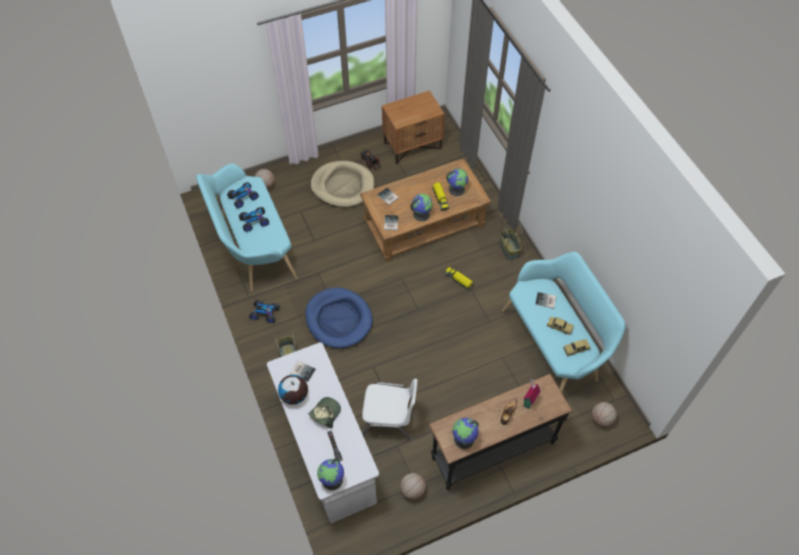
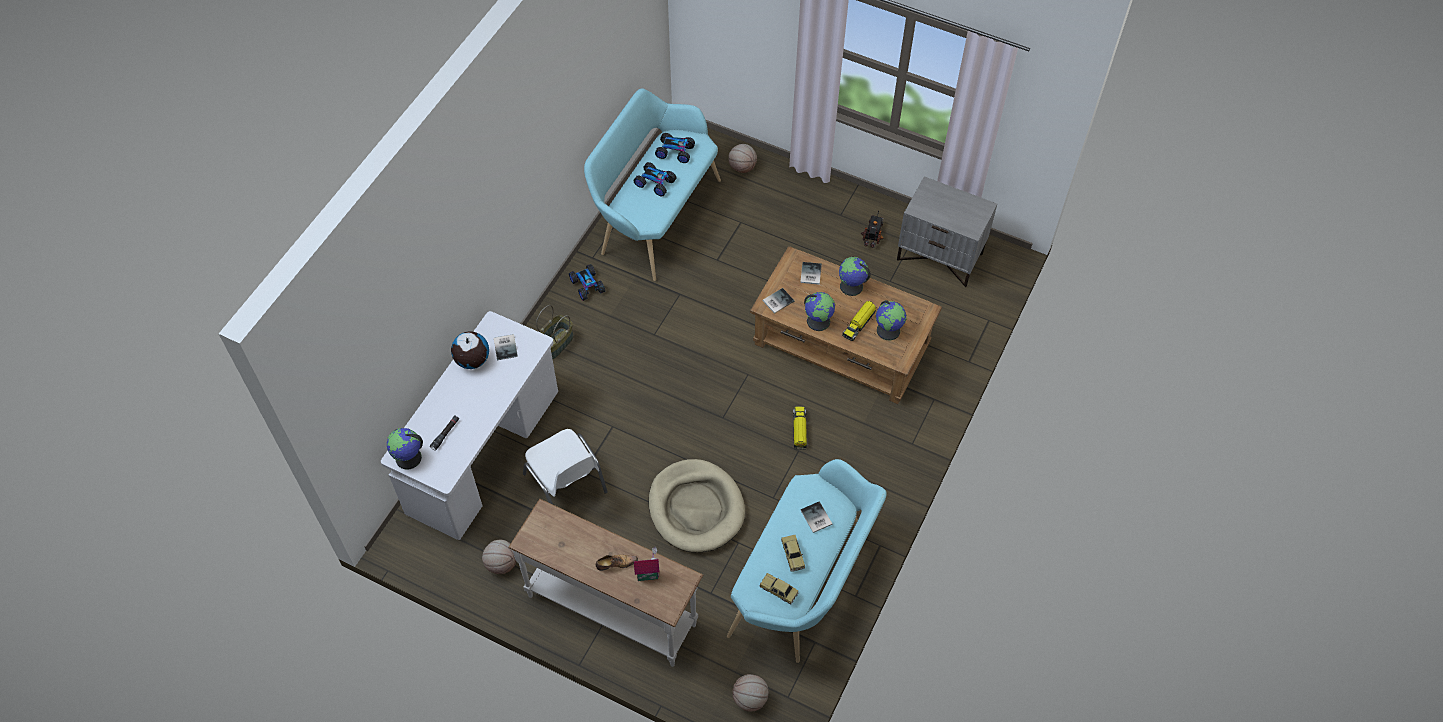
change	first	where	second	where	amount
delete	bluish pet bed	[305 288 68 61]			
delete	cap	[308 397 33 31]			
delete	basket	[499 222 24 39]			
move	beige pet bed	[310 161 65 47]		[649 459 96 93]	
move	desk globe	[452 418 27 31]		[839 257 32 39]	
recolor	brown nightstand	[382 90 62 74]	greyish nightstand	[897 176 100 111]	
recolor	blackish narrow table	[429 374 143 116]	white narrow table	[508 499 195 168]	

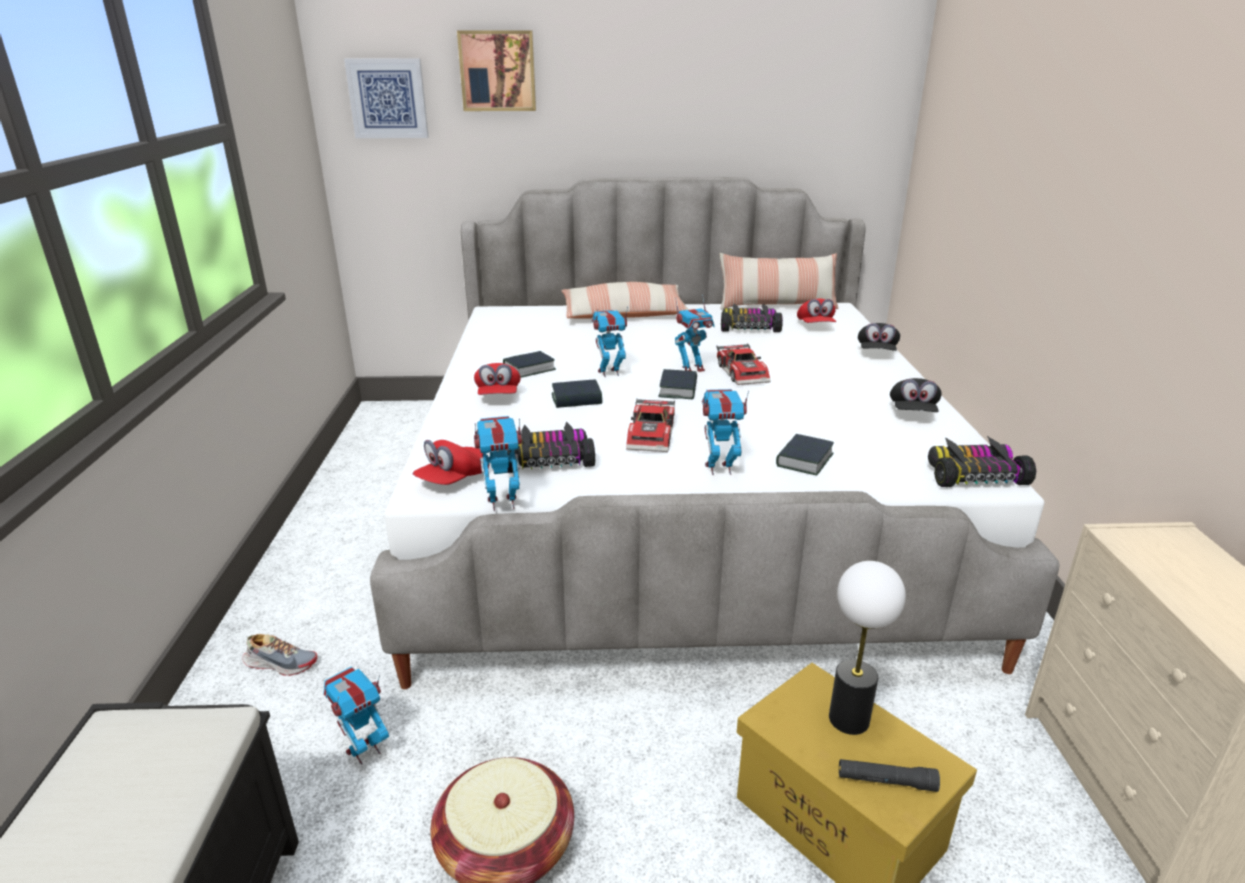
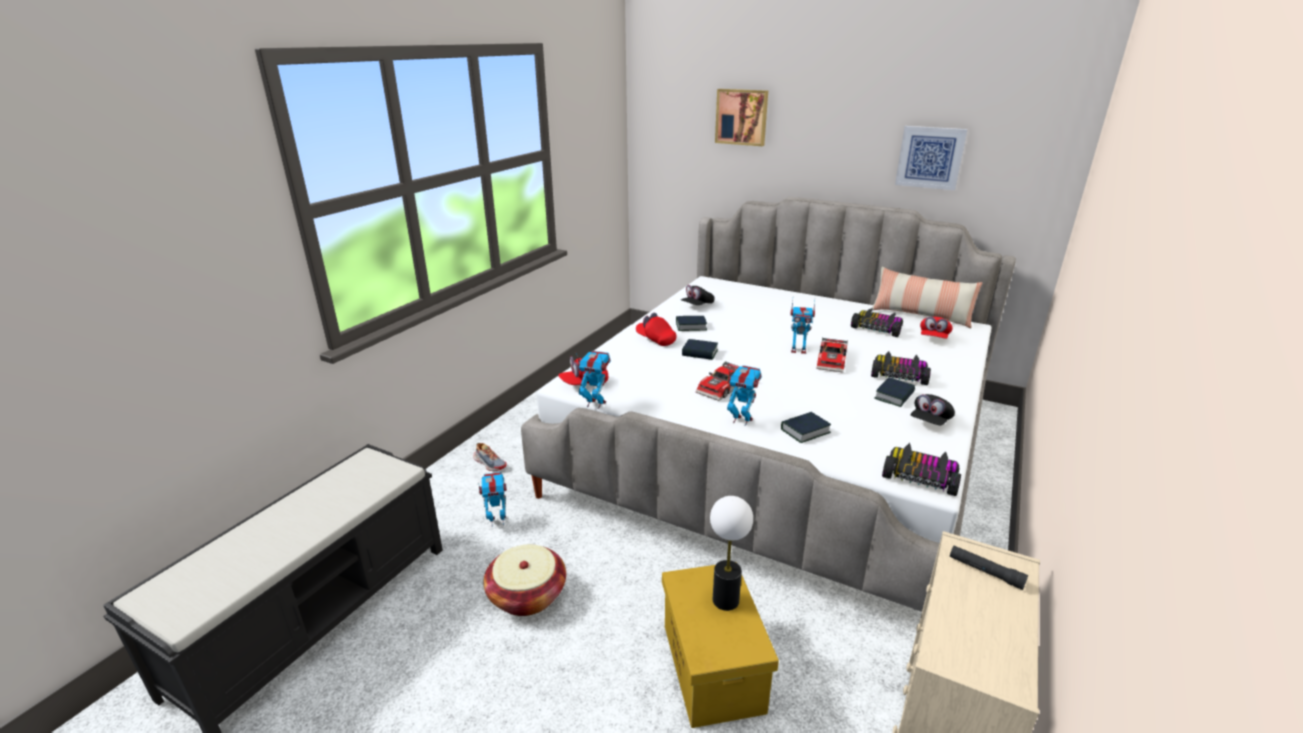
change	first	where	second	where	amount
delete	pillow	[561 282 128 37]			
delete	toy robot	[592 306 36 71]			
move	wall art	[344 58 85 80]		[895 126 72 64]	
move	miniature car	[507 421 88 52]		[871 351 60 34]	
move	volume	[658 369 39 30]		[874 377 41 30]	
move	blackish hand torch	[839 759 101 33]		[950 546 78 44]	
move	blackish cap	[858 323 42 28]		[681 285 34 20]	
rotate	reddish cap	[474 363 47 32]		[636 313 40 33]	105 degrees clockwise

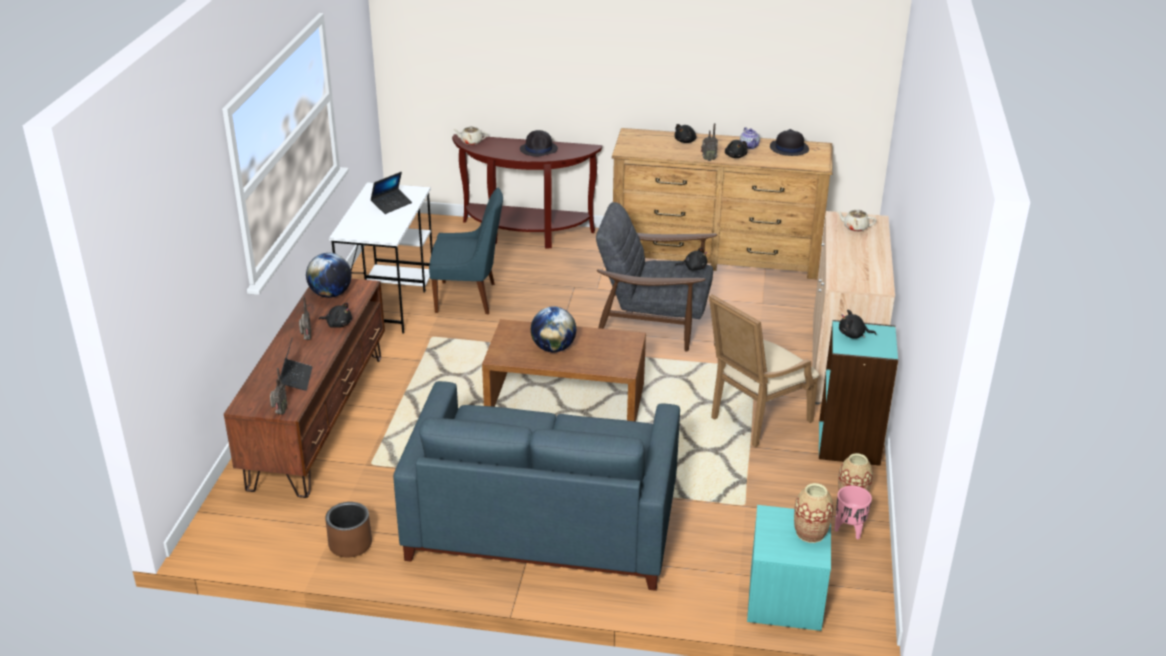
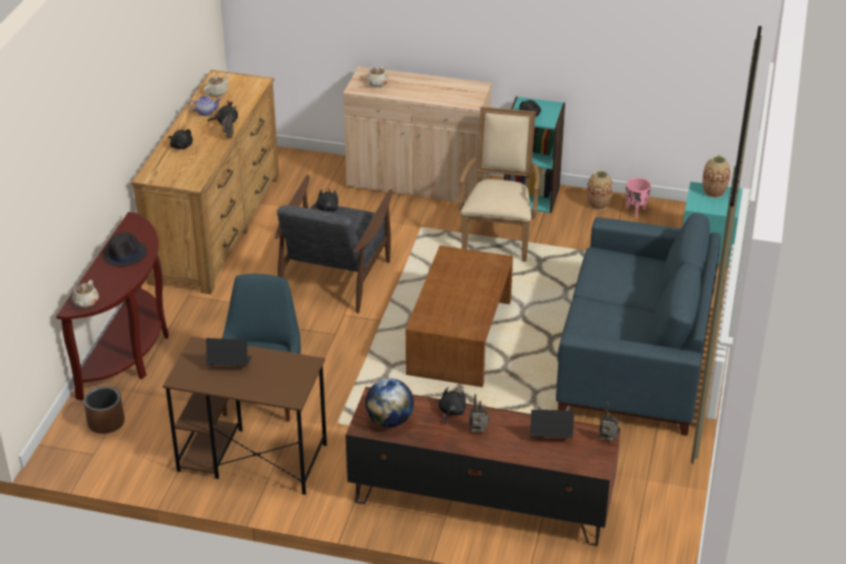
change	first	where	second	where	amount
delete	desk globe	[531 307 45 45]			
move	brown planter	[325 502 47 56]		[84 386 41 48]	
replace	blackish clothing hat	[770 129 39 27]	beige teapot	[203 73 27 24]	
recolor	white desk unit	[329 182 104 152]	brown desk unit	[163 336 164 159]	
rotate	notebook computer	[370 172 42 42]		[206 338 46 28]	45 degrees counterclockwise
rotate	beige armchair	[709 294 110 154]		[458 107 81 155]	135 degrees counterclockwise

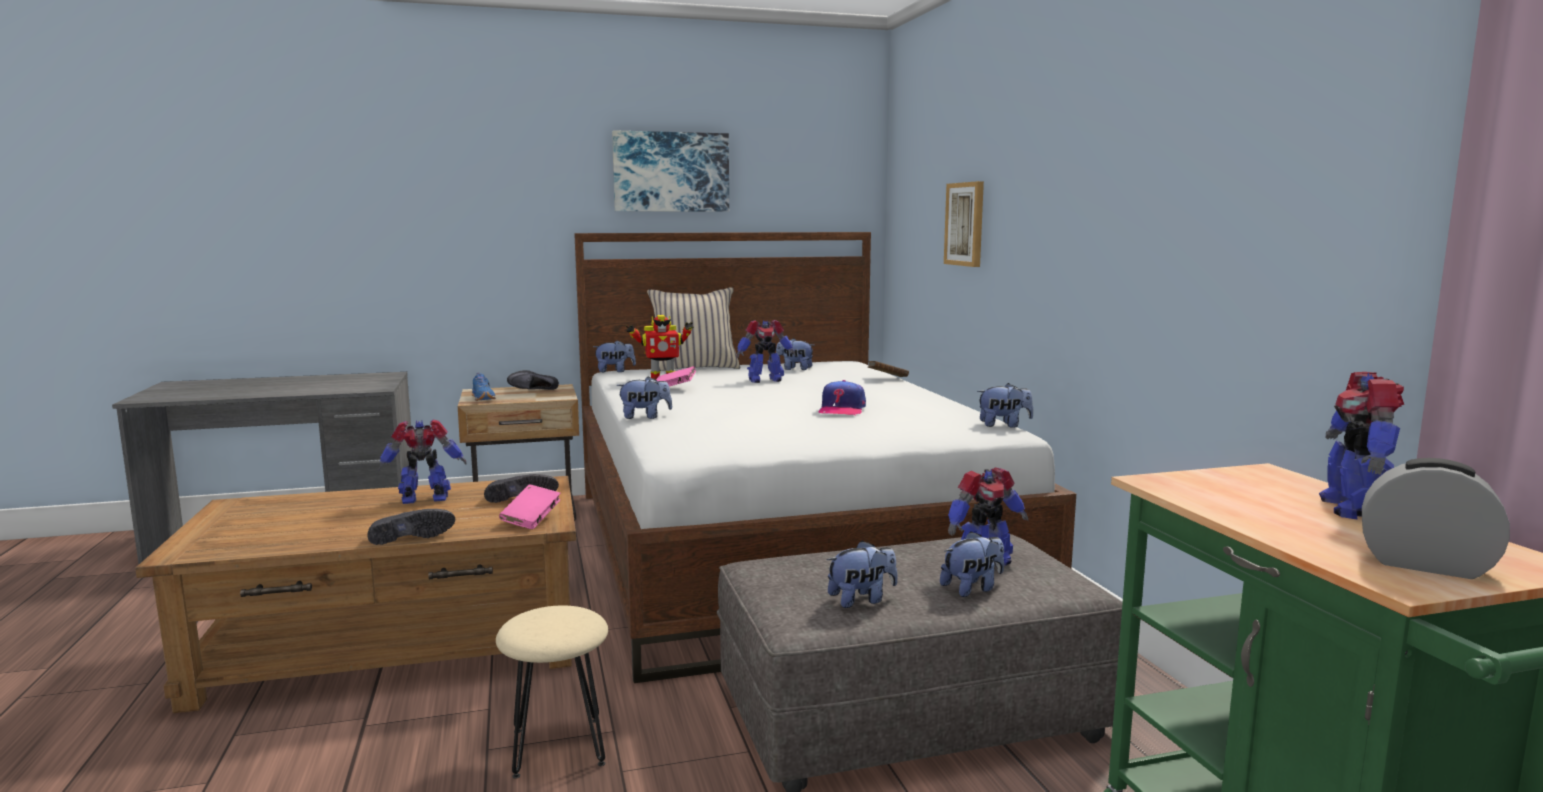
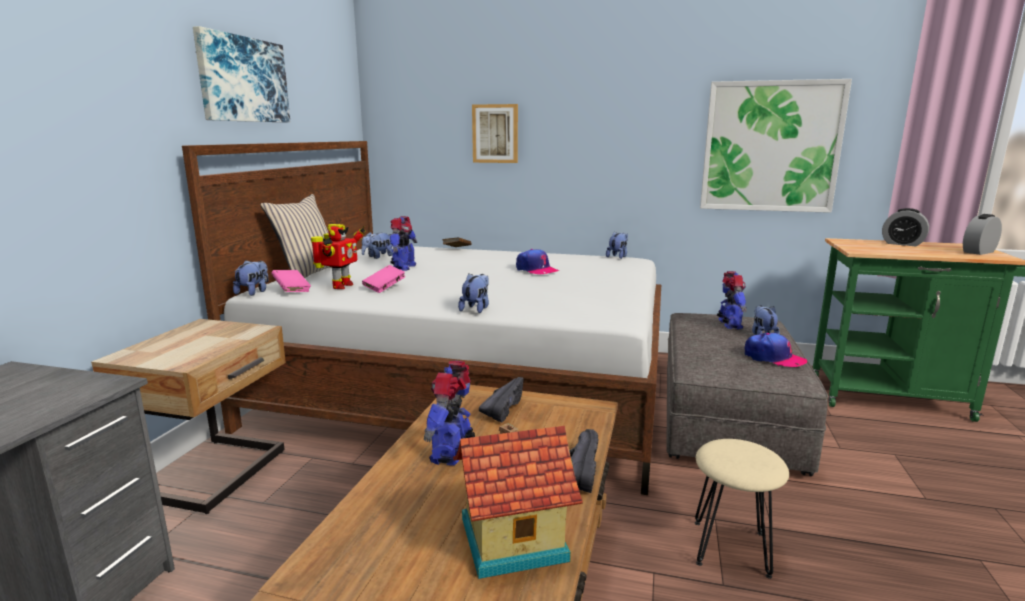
change	first	where	second	where	amount
delete	bluish shoe	[472 373 24 28]			
delete	blackish shoe	[507 370 52 20]			
insert			miniature house	[453 423 130 156]	
insert			wall art	[700 79 152 134]	
move	pink volume	[499 484 61 45]		[271 270 40 22]	
replace	cuddly toy	[827 540 70 68]	cap	[745 333 62 34]	
replace	toy robot	[1319 372 85 148]	alarm clock	[882 208 47 38]	

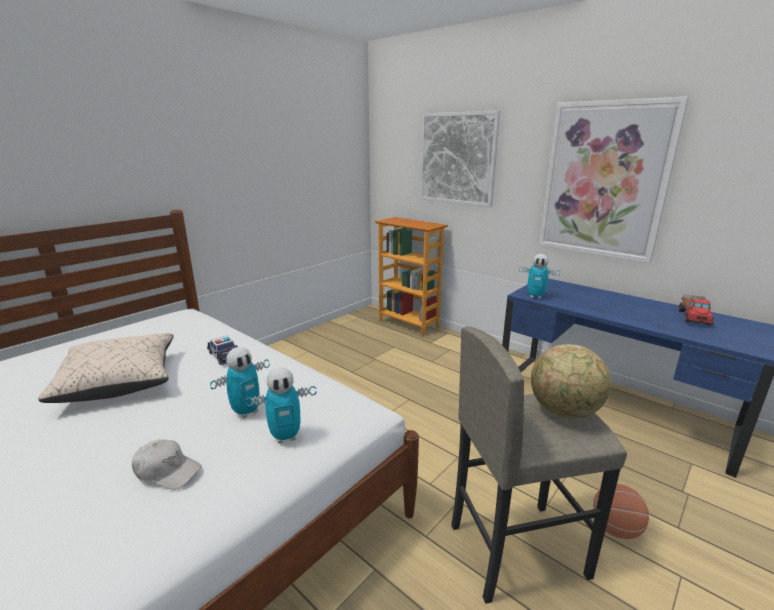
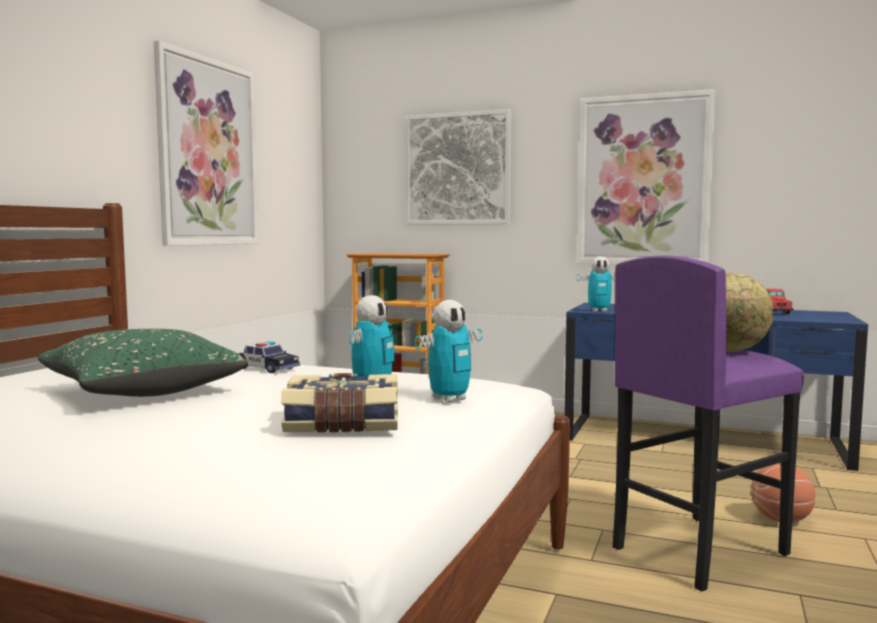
change	first	where	second	where	amount
insert			wall art	[154 41 104 205]	
replace	white cap	[132 439 70 51]	volume	[281 373 117 60]	
recolor	beige pillow	[38 333 136 70]	greenish pillow	[38 329 209 68]	
recolor	greyish stool	[451 326 176 278]	purplish stool	[612 255 192 337]	

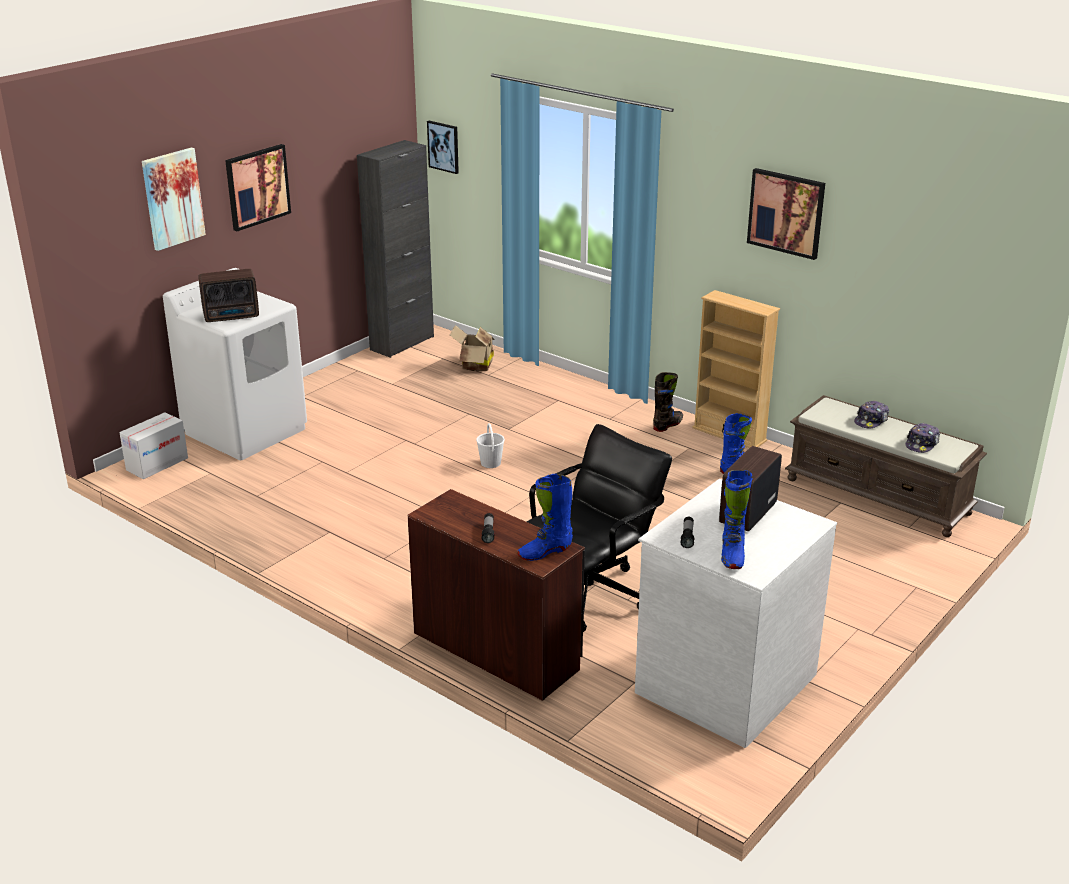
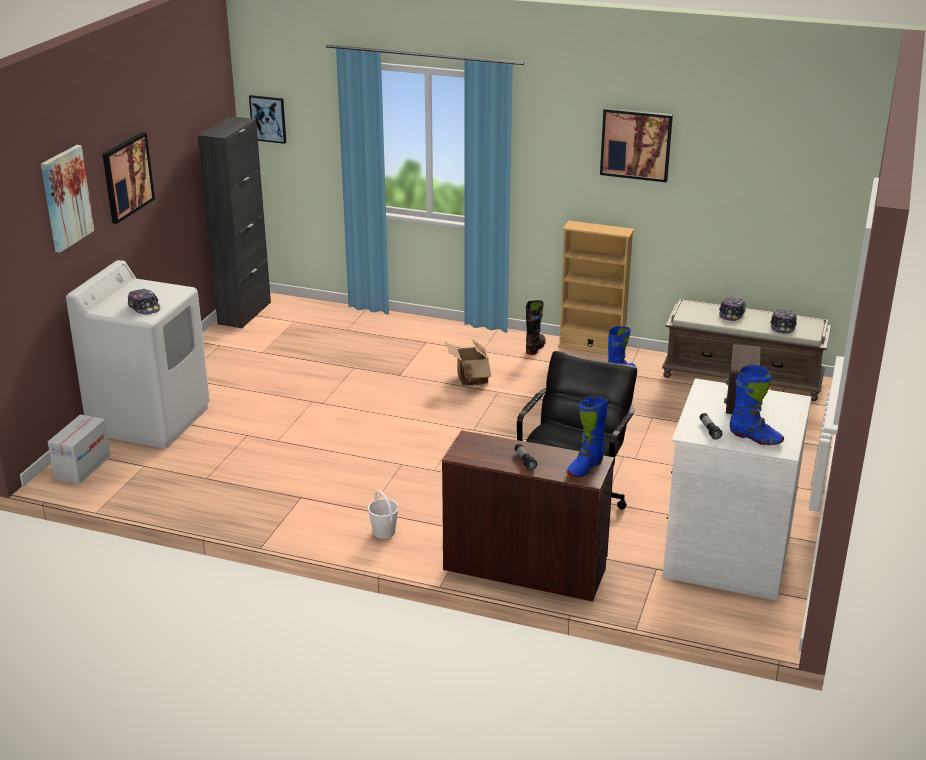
change	first	where	second	where	amount
move	cardboard box	[450 325 45 46]		[445 339 46 47]	
move	white bucket	[476 423 29 45]		[368 490 31 49]	
replace	radio	[199 269 60 53]	cap	[128 289 32 26]	
rotate	bluish high-top boot	[721 470 32 99]		[730 365 54 80]	45 degrees counterclockwise

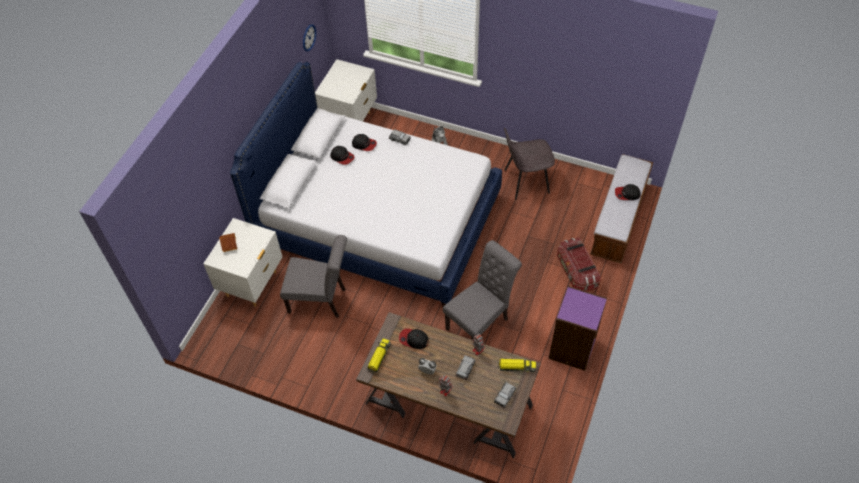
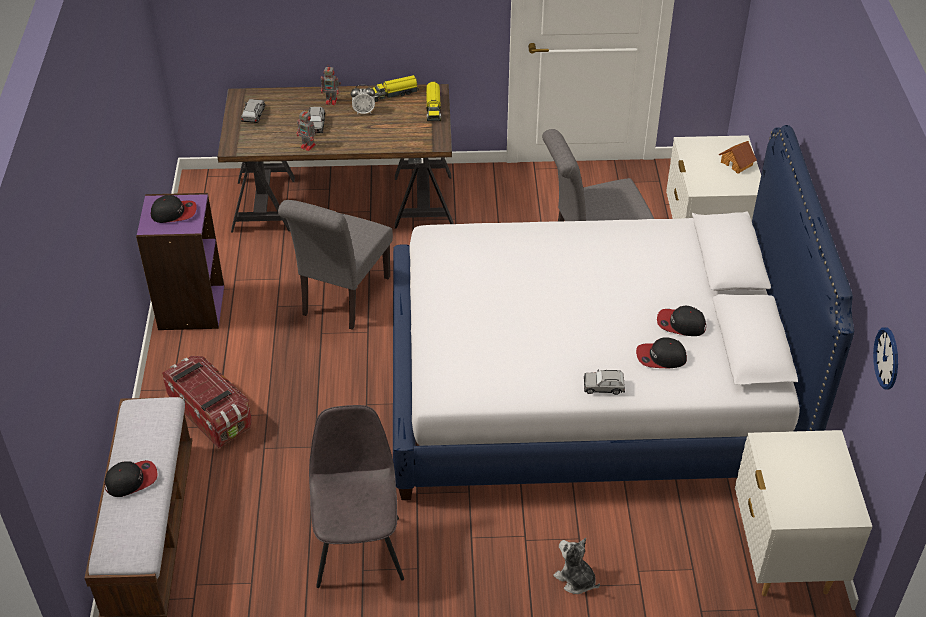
change	first	where	second	where	amount
move	cap	[399 328 30 21]		[151 195 46 28]	
move	model truck	[498 359 38 13]		[373 75 46 27]	
rotate	greyish upright chair	[504 128 51 72]		[309 405 95 183]	60 degrees counterclockwise

